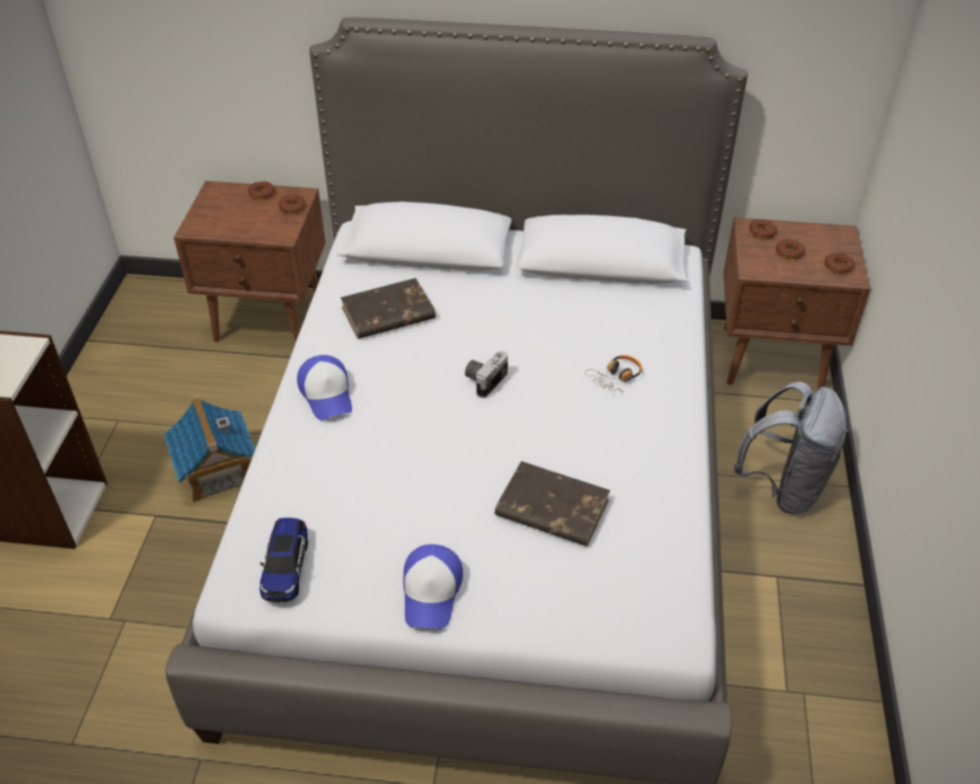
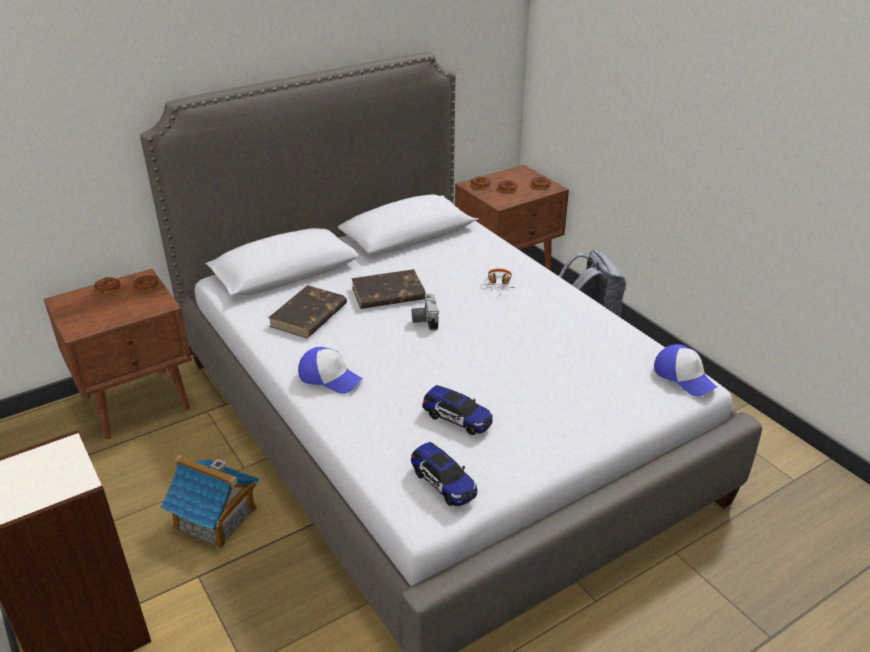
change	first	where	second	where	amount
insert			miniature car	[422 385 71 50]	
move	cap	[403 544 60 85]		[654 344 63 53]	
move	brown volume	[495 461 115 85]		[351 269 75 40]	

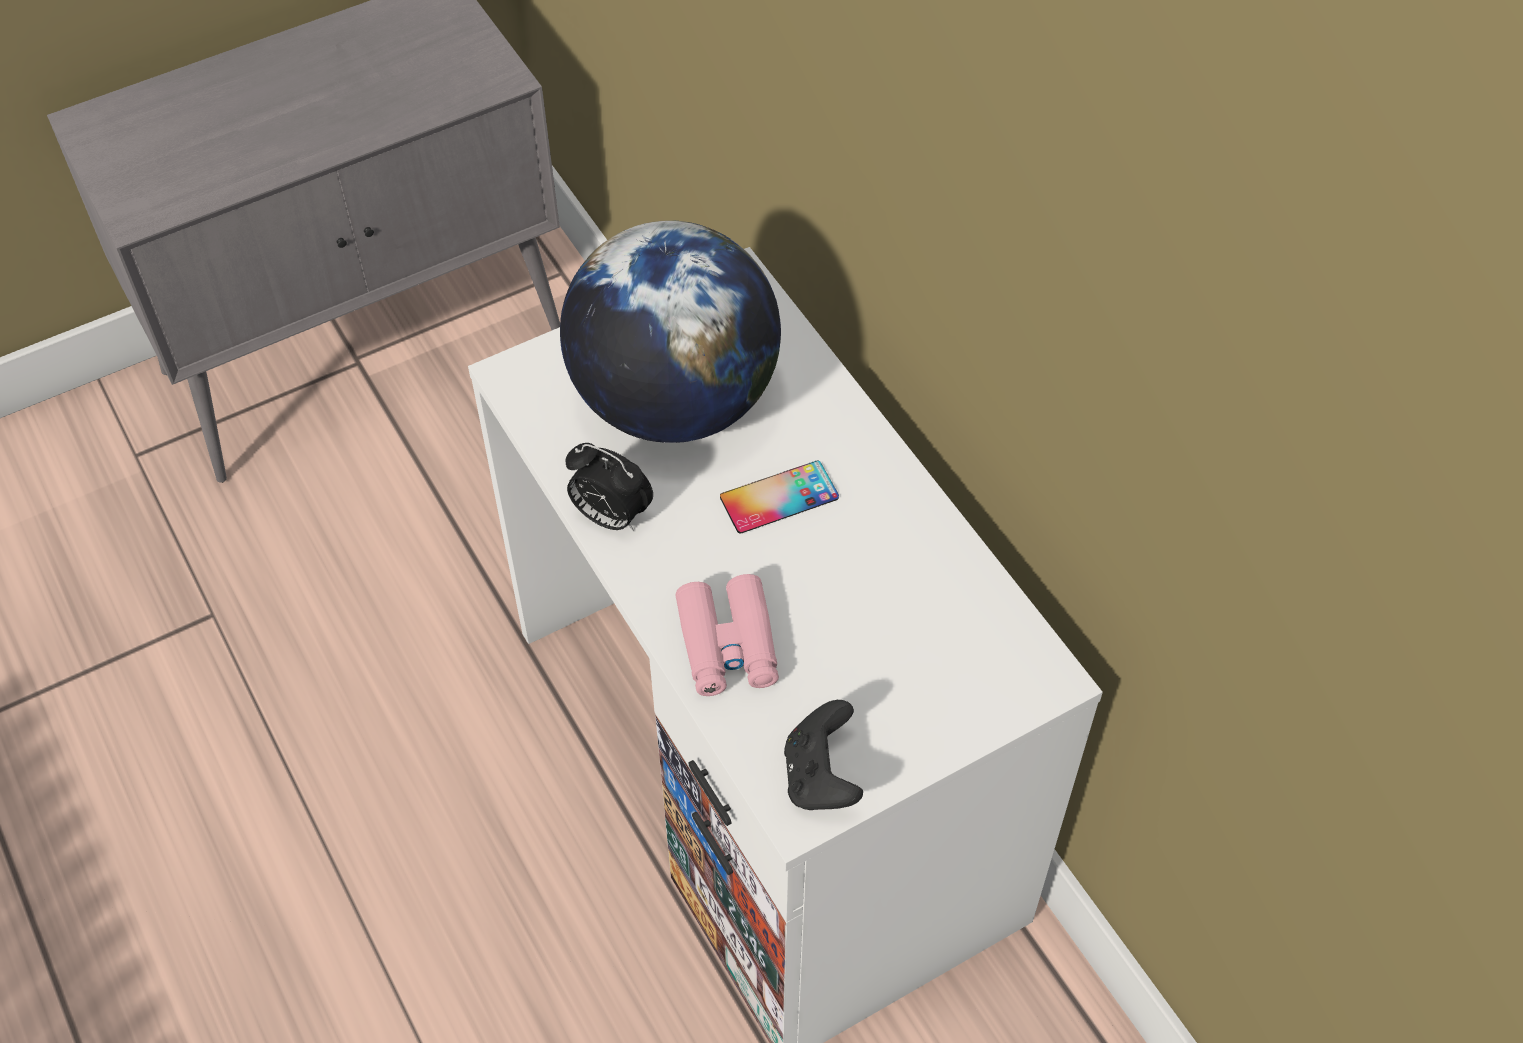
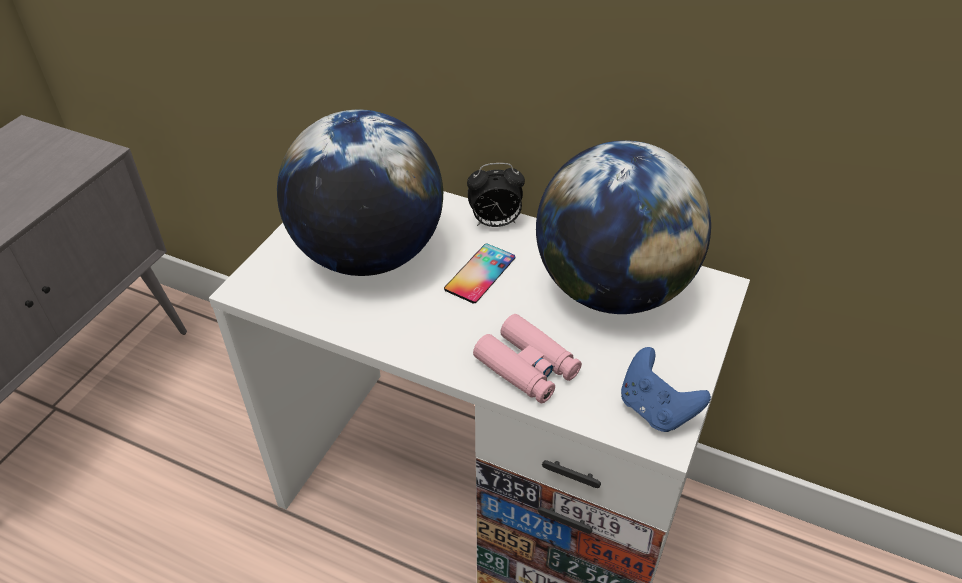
change	first	where	second	where	amount
insert			desk globe	[536 140 175 174]	
move	alarm clock	[565 443 88 88]		[467 163 58 64]	
recolor	blackish game controller	[784 700 79 110]	bluish game controller	[621 347 90 85]	

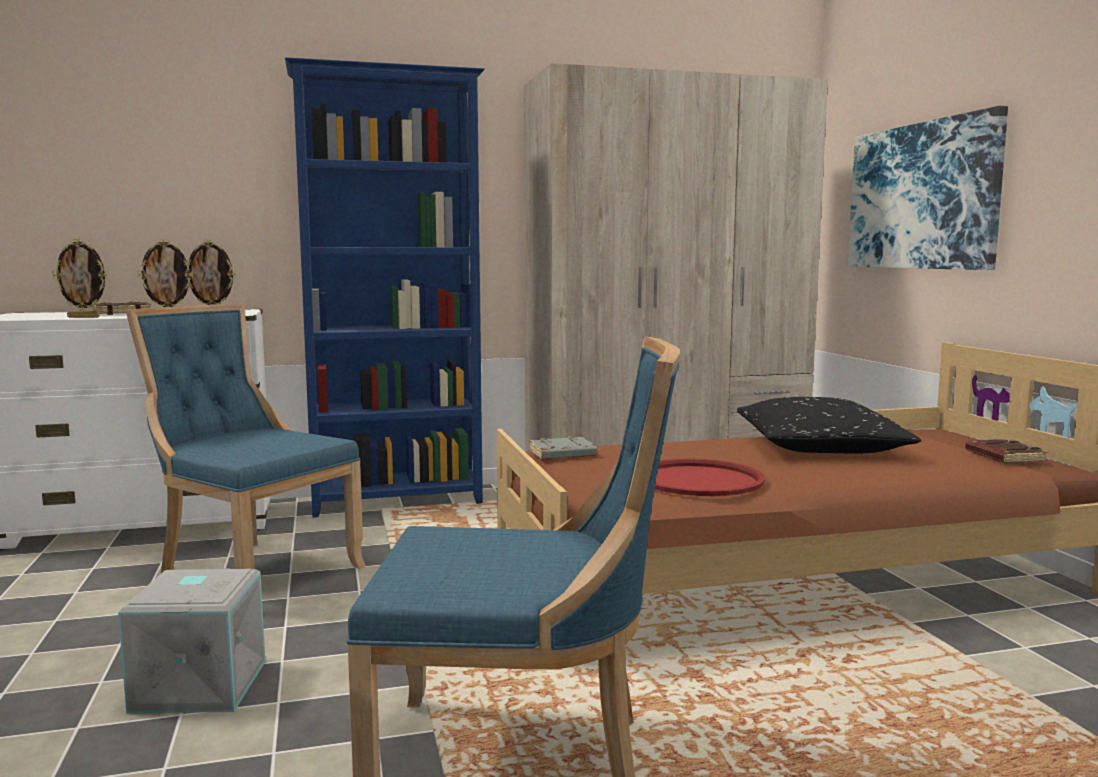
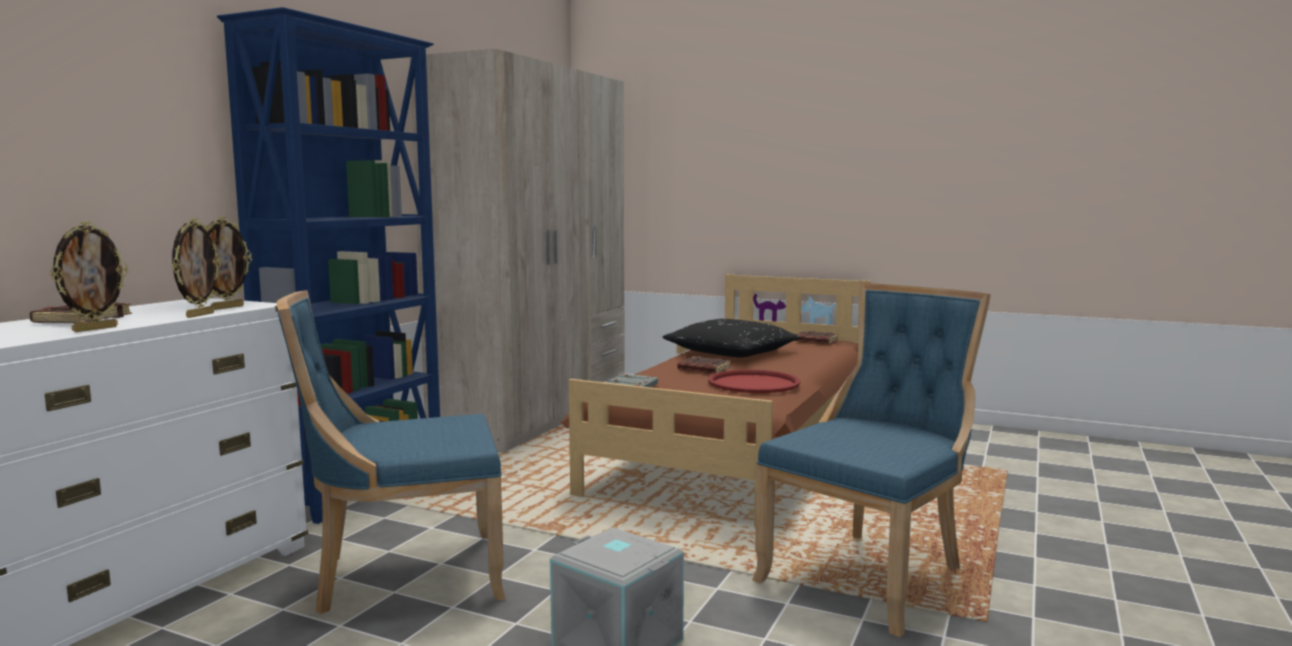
change	first	where	second	where	amount
delete	wall art	[848 106 160 164]			
insert			brown volume	[678 357 53 16]	

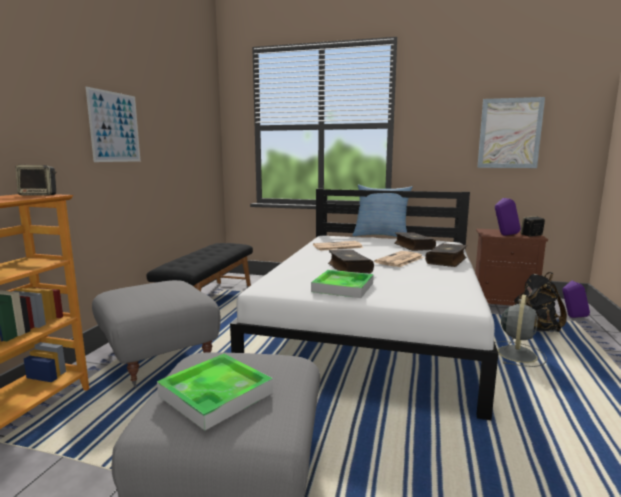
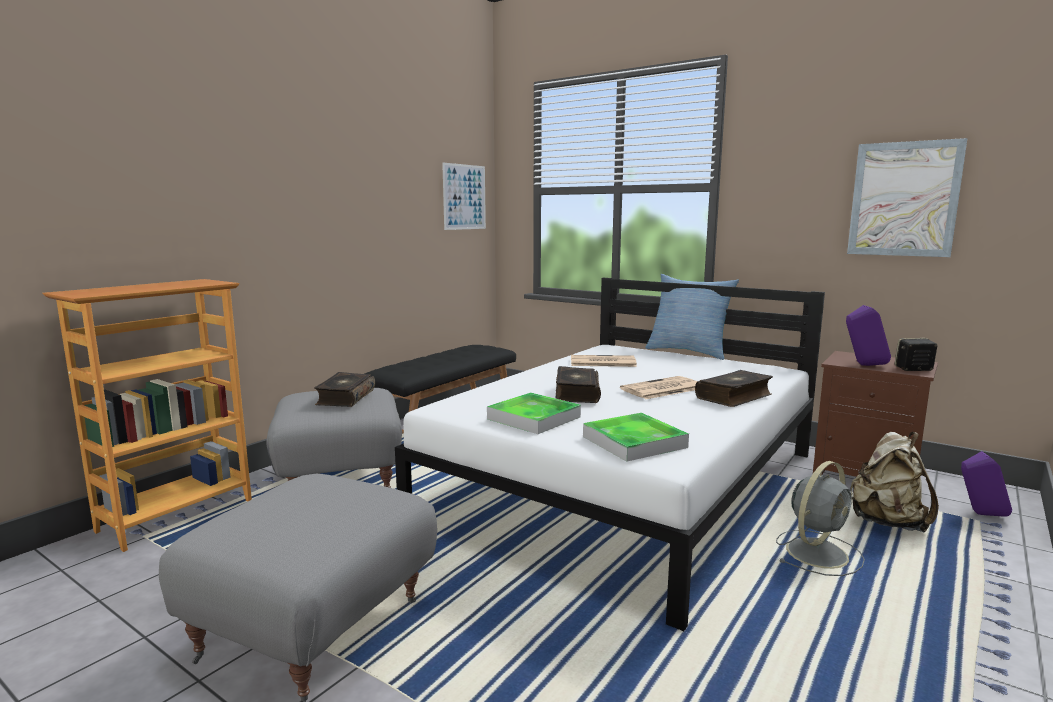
change	first	where	second	where	amount
delete	audio speaker	[15 165 41 31]			
move	wall art	[86 87 55 75]		[442 163 44 67]	
move	tray	[157 354 116 77]		[583 413 106 49]	
move	volume	[394 232 42 19]		[314 372 61 35]	
recolor	blackish backpack	[514 272 53 60]	beige backpack	[851 432 88 100]	

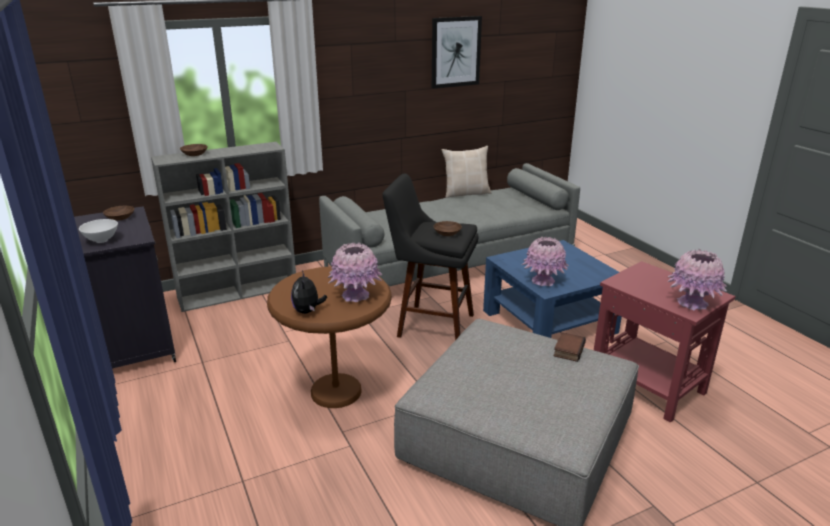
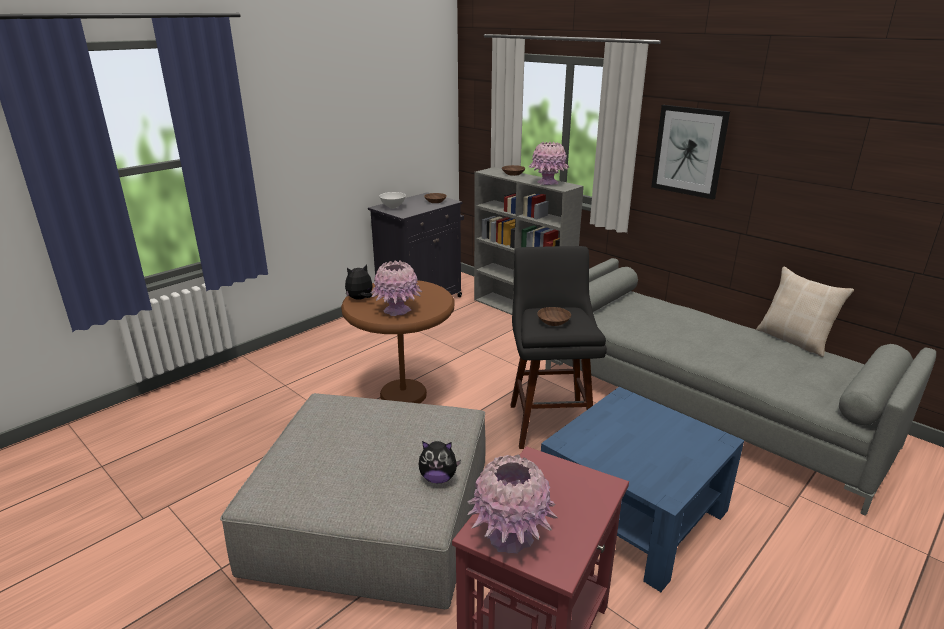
change	first	where	second	where	amount
move	wall art	[432 16 50 73]		[651 105 79 94]	
move	pink vase	[521 237 48 49]		[528 142 41 43]	
replace	volume	[553 332 33 30]	cuddly toy	[418 441 43 42]	

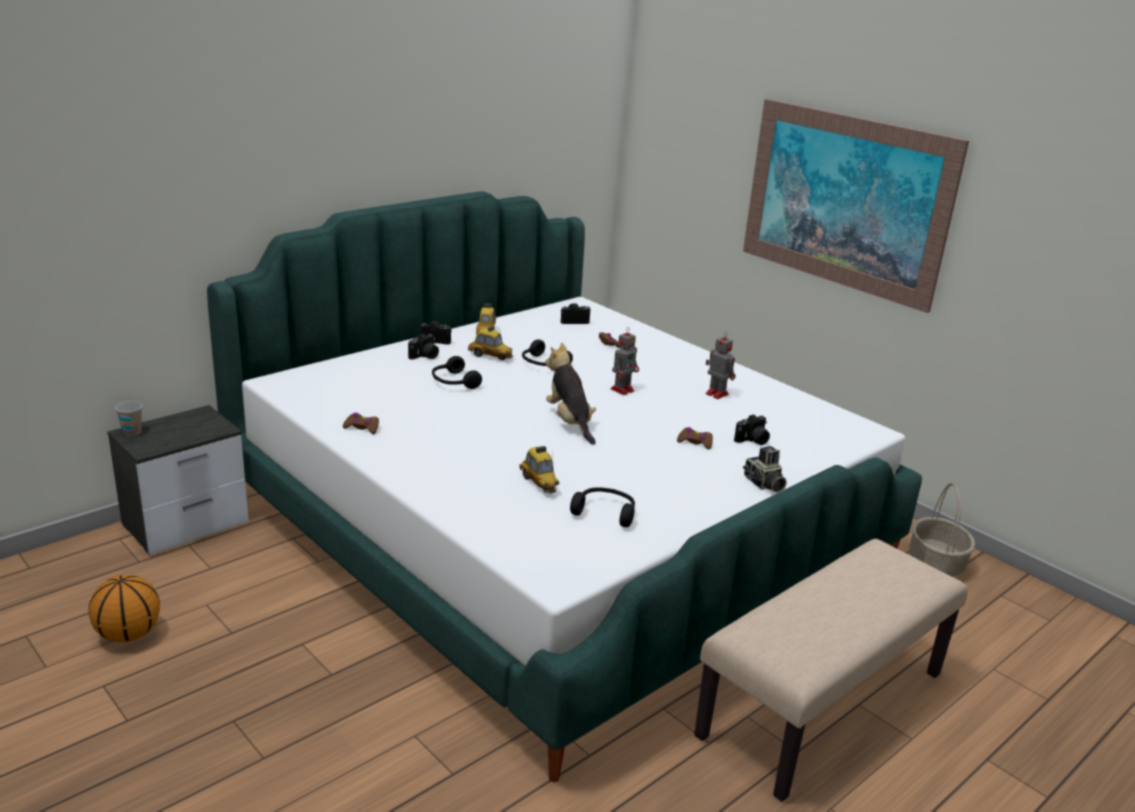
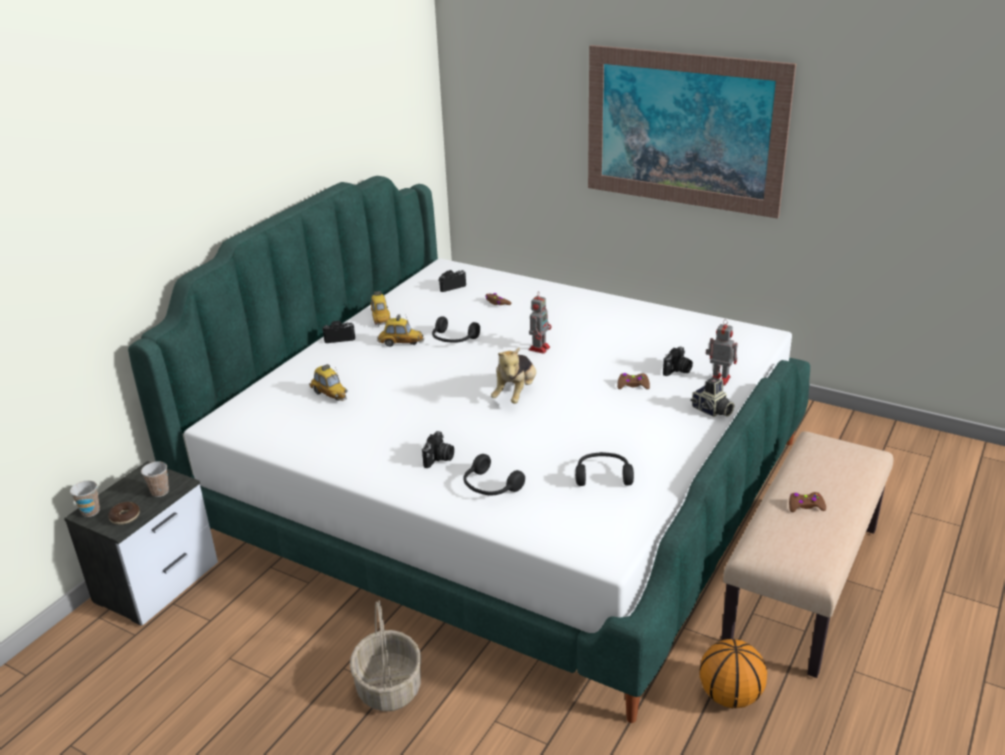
change	first	where	second	where	amount
insert			doughnut	[108 502 32 23]	
insert			small cup	[141 461 28 36]	
move	ball for basketball	[88 575 72 67]		[699 639 68 69]	
move	brown game controller	[343 412 36 22]		[789 492 37 20]	
move	photo camera	[408 333 31 27]		[422 431 32 37]	
move	blackish headset	[432 356 50 33]		[463 454 62 41]	
move	miniature car	[519 446 40 48]		[309 364 39 37]	
move	toy robot	[705 331 31 68]		[706 319 32 67]	
move	basket	[909 483 66 94]		[350 601 71 110]	
rotate	cuddly toy	[545 342 51 103]		[491 347 45 57]	120 degrees counterclockwise

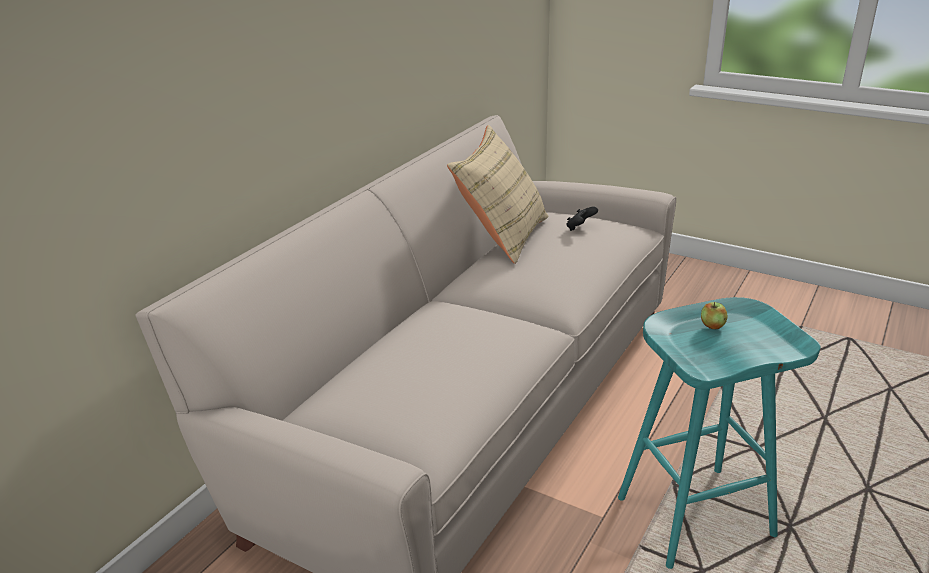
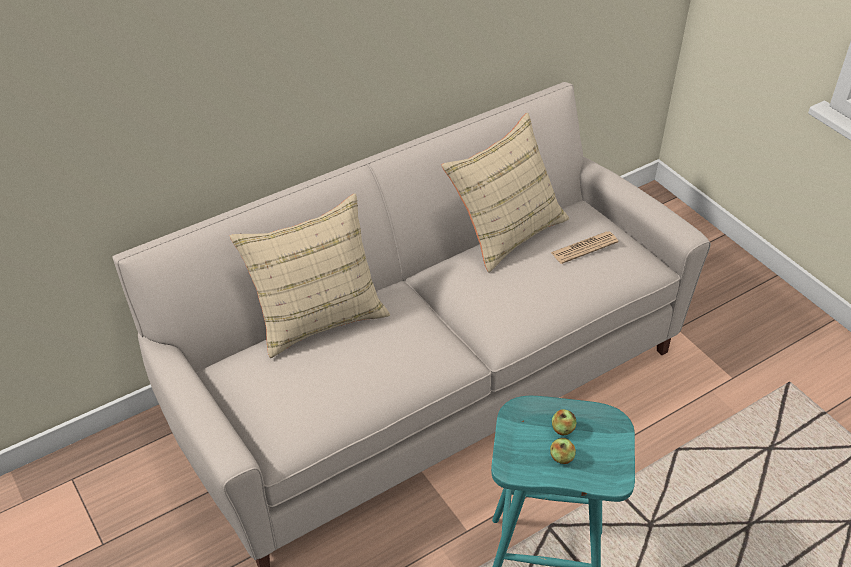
change	first	where	second	where	amount
insert			beige pillow	[230 194 160 164]	
insert			apple	[550 438 26 26]	
replace	blackish game controller	[566 207 32 24]	printed paper	[551 231 67 33]	

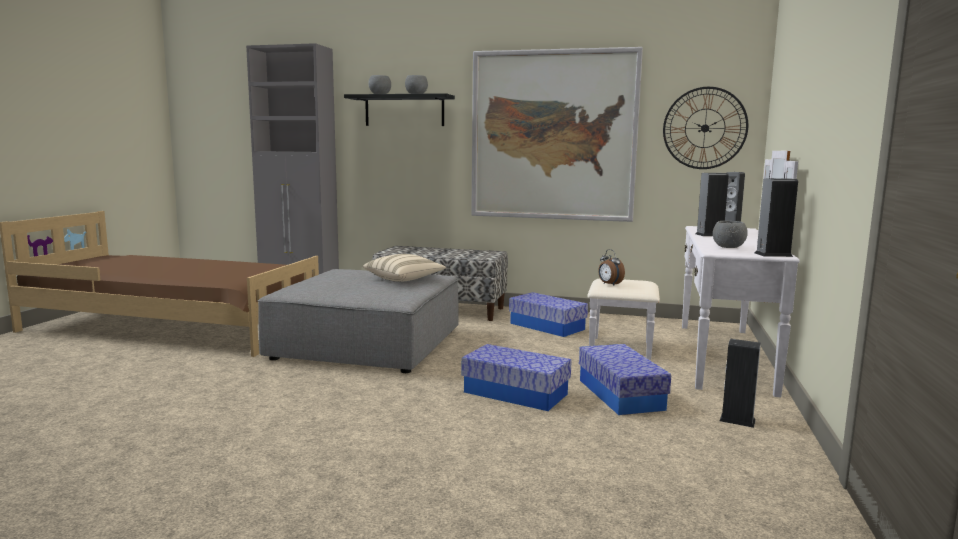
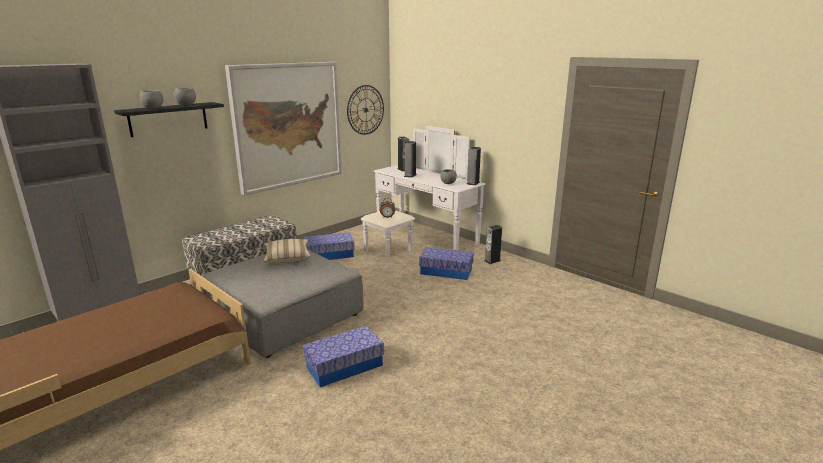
change	first	where	second	where	amount
move	storage box	[462 344 110 67]		[303 326 81 61]	

